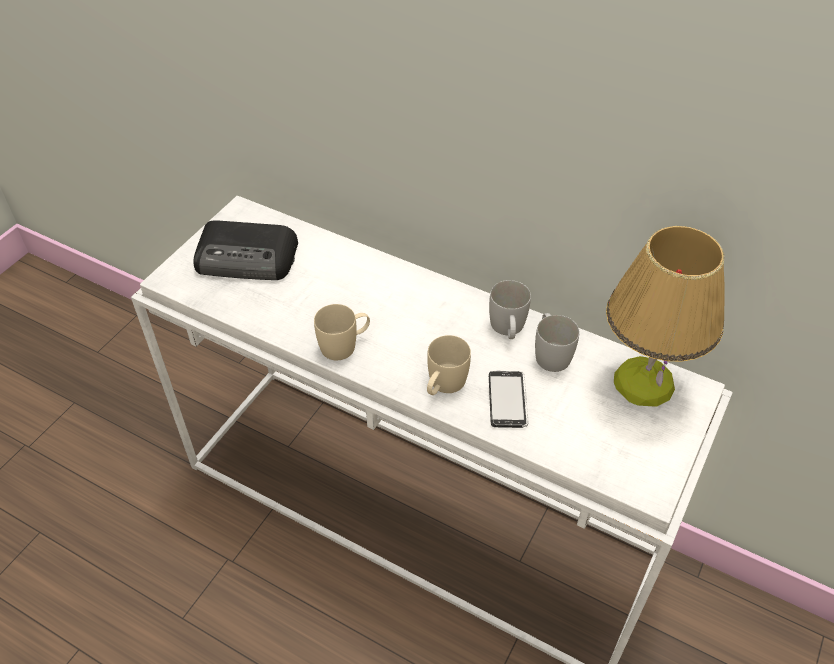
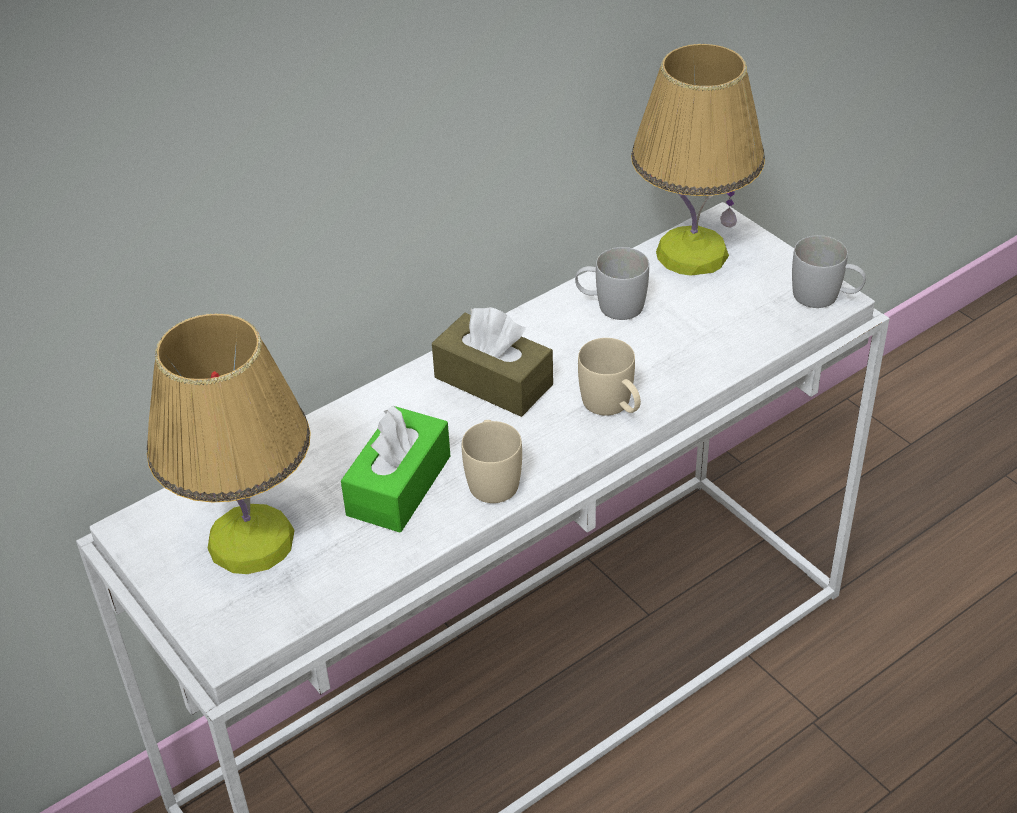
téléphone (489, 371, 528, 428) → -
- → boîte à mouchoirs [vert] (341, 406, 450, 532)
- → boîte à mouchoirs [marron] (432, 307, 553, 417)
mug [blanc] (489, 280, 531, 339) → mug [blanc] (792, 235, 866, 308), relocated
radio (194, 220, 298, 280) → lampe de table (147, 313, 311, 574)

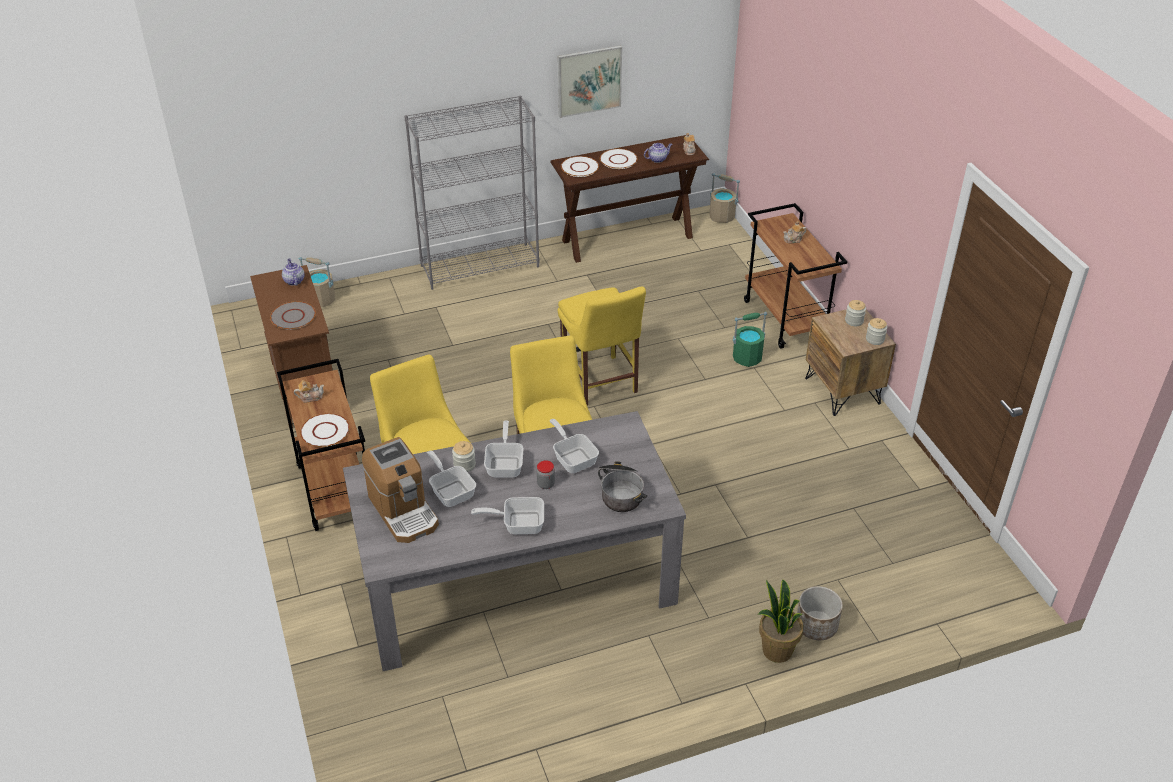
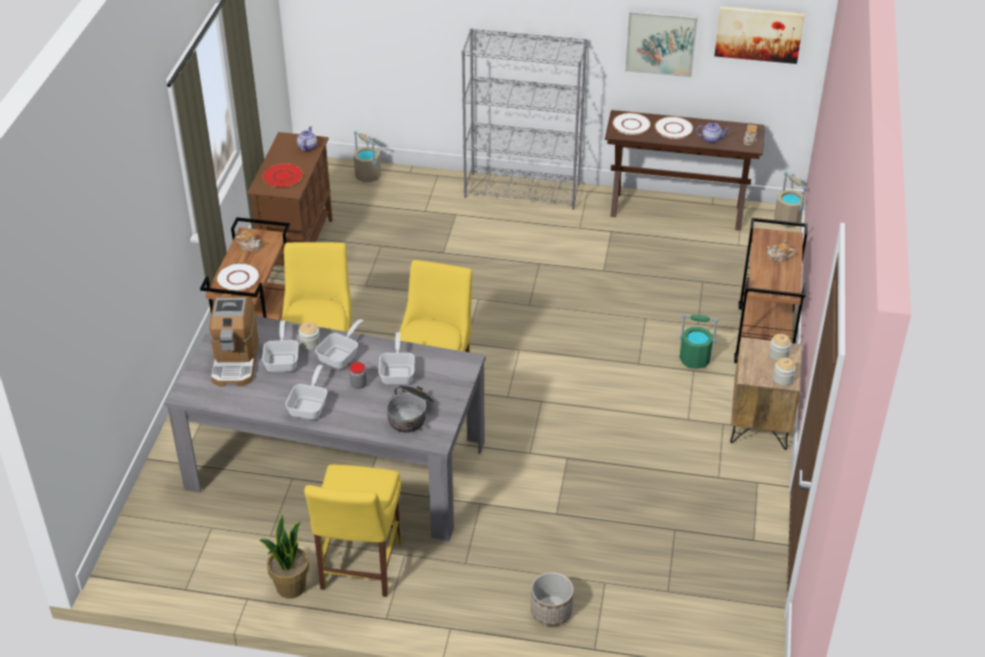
- → tableau (714, 6, 804, 64)
chaise [jaune] (557, 286, 646, 406) → chaise [jaune] (304, 465, 401, 597), relocated
plante en pot (758, 580, 803, 663) → plante en pot (259, 515, 309, 599), relocated
assiette [gris] (270, 301, 316, 330) → assiette [rouge] (262, 163, 303, 188)
poêle (471, 497, 544, 534) → poêle (285, 365, 327, 420), 75 degrees clockwise

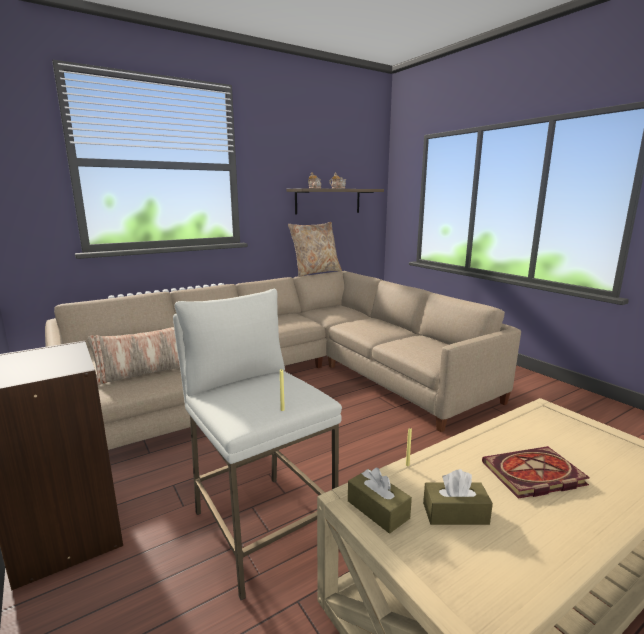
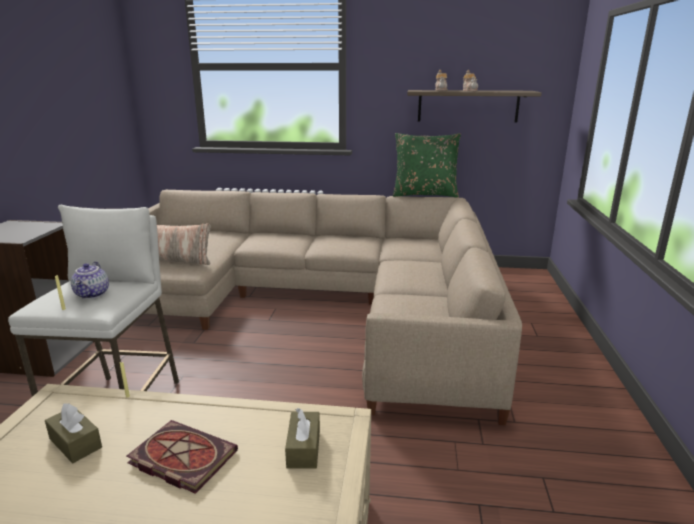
- → théière (71, 261, 109, 299)
boîte à mouchoirs [marron] (348, 468, 412, 534) → boîte à mouchoirs [marron] (285, 408, 320, 468), relocated
coussin [beige] (288, 222, 342, 277) → coussin [vert] (393, 133, 461, 198)

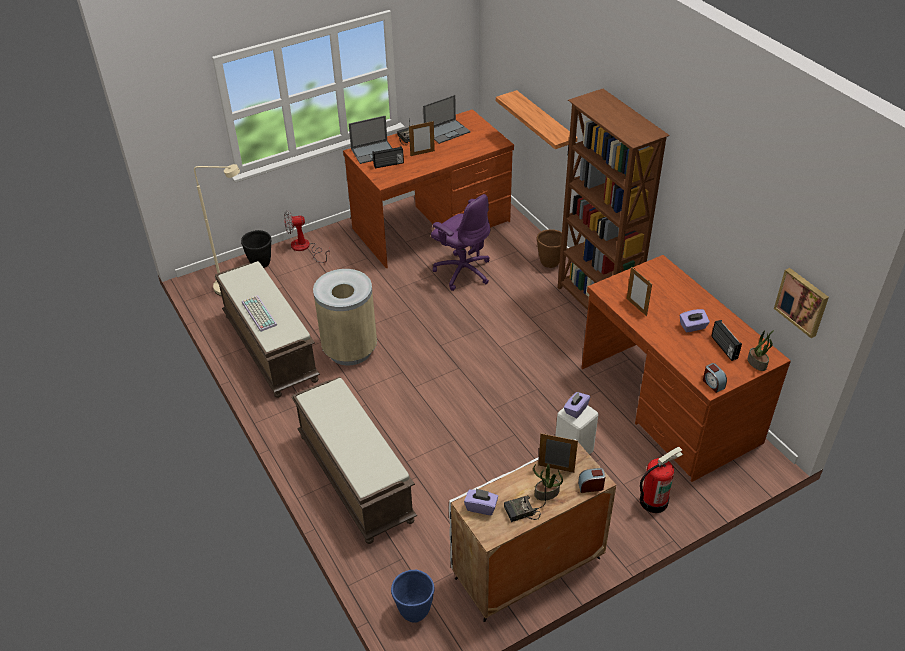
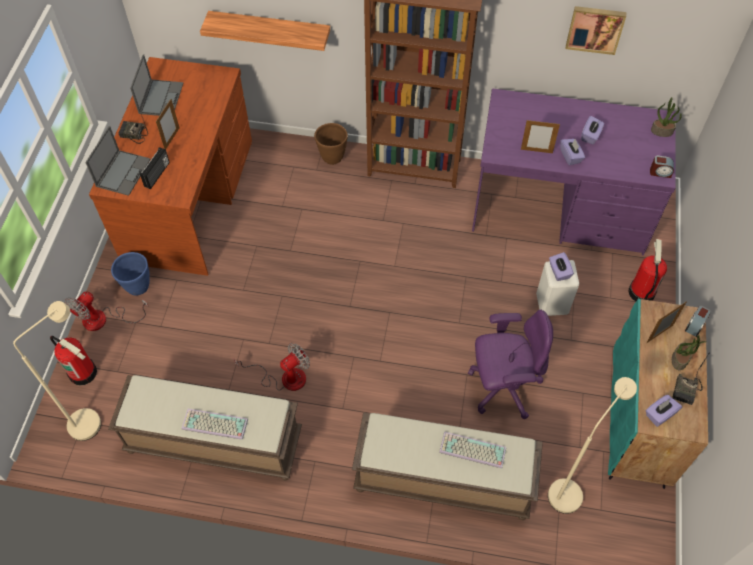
radio (711, 320, 742, 361) → -
- → clavier (439, 432, 506, 468)
- → lampadaire [beige] (548, 377, 637, 514)
- → boîte à mouchoirs [violet] (560, 139, 585, 166)
cache-pot [bleu] (391, 570, 435, 623) → cache-pot [bleu] (111, 252, 150, 295), relocated
chaise de bureau [violet] (431, 194, 490, 291) → chaise de bureau [violet] (468, 310, 553, 419), relocated
tableau (774, 268, 829, 338) → tableau (566, 6, 626, 55), relocated
cache-pot [noir] (241, 230, 271, 268) → extincteur (50, 336, 97, 386)
poubelle [beige] (313, 269, 377, 365) → ventilateur (234, 343, 310, 391)
meuble de rangement [blanc] (449, 439, 616, 622) → meuble de rangement [turquoise] (608, 299, 708, 489)
bureau [marron] (582, 255, 791, 482) → bureau [violet] (472, 88, 676, 256)

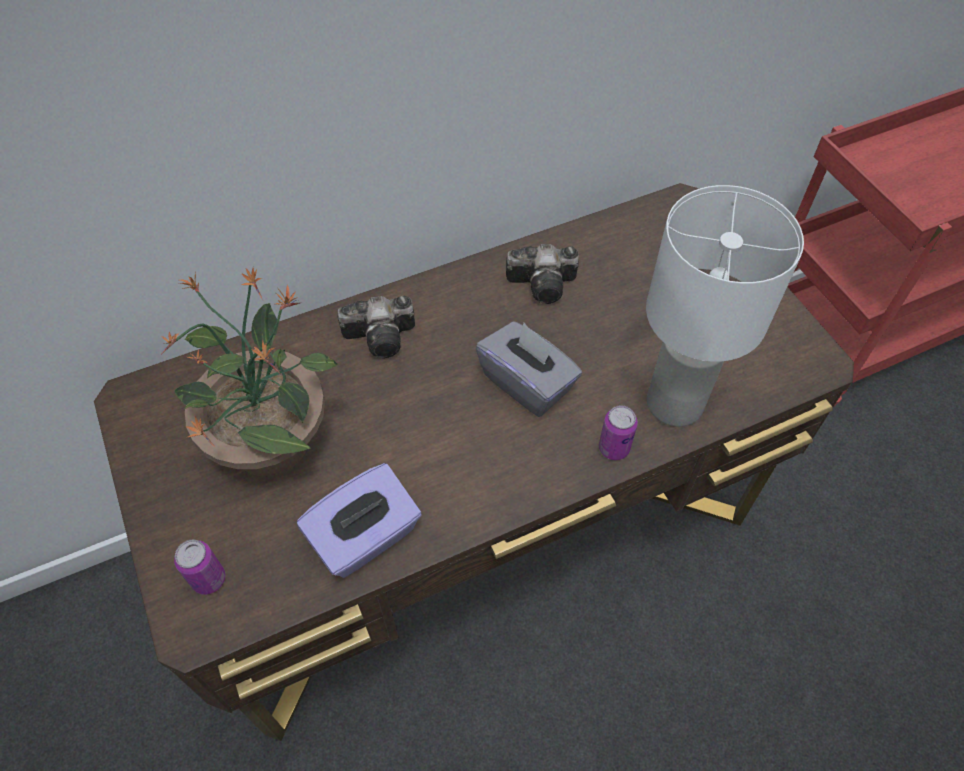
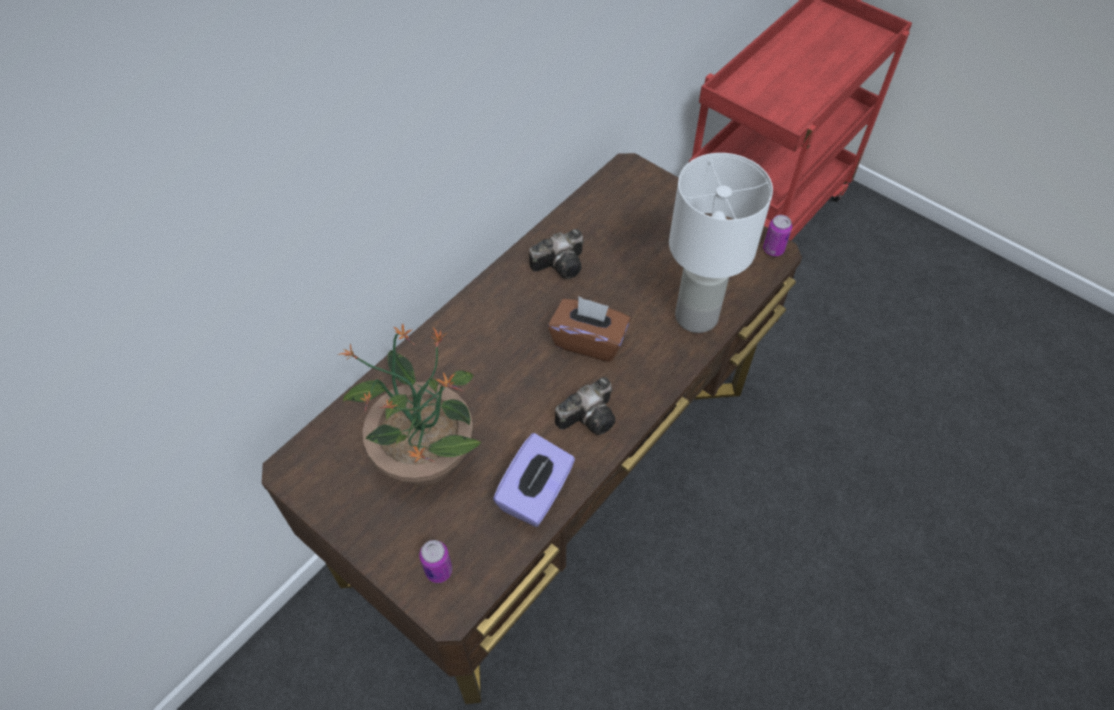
appareil photo (338, 296, 415, 358) → appareil photo (555, 377, 615, 435), relocated
boîte métallique (599, 405, 638, 460) → boîte métallique (763, 215, 792, 256), relocated
boîte à mouchoirs [gris] (476, 321, 582, 417) → boîte à mouchoirs [marron] (548, 296, 630, 362)

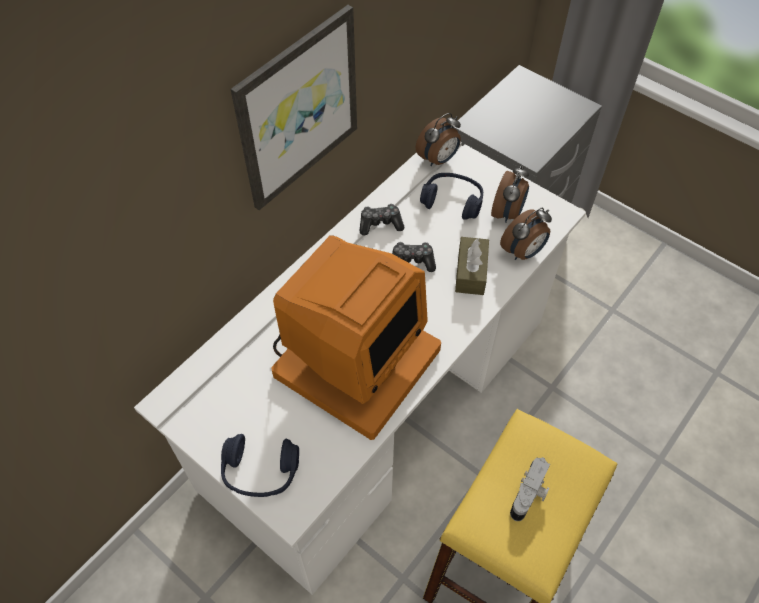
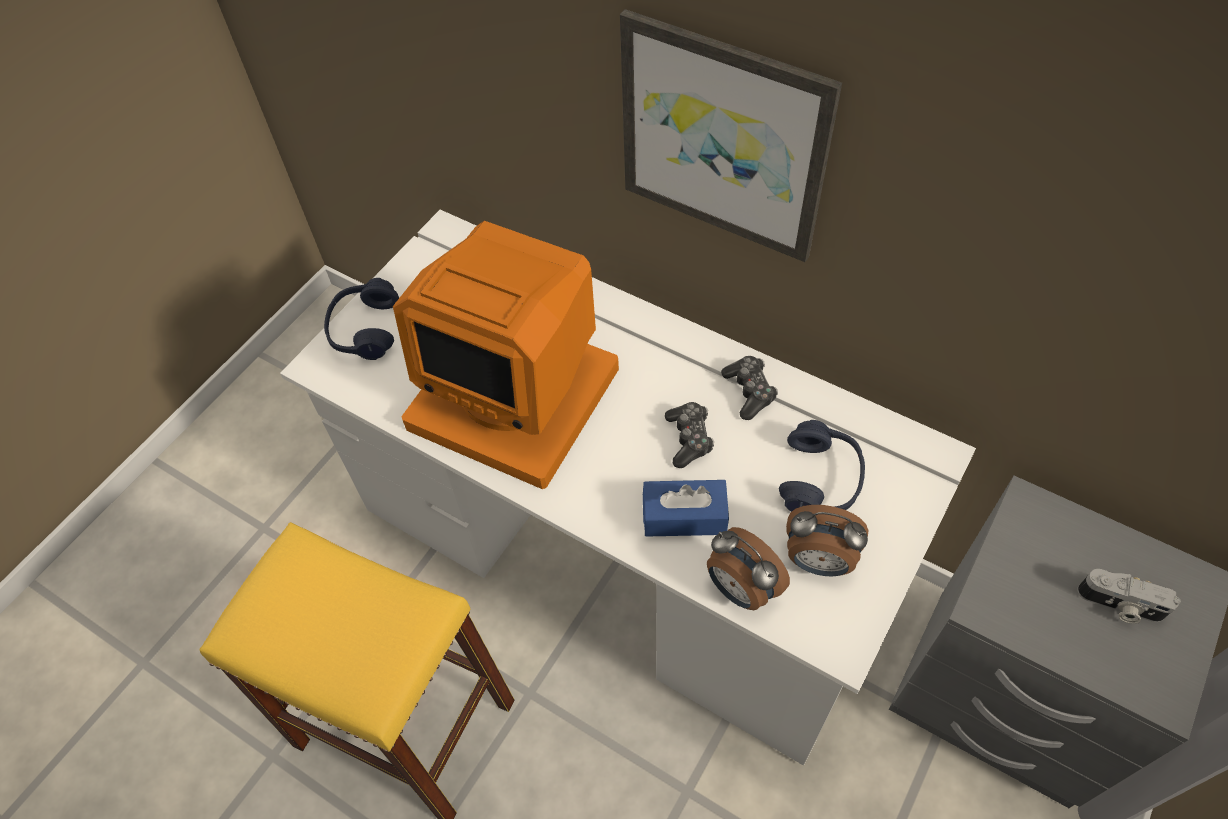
réveil (416, 113, 461, 166) → -
appareil photo (510, 457, 550, 521) → appareil photo (1077, 569, 1181, 624), relocated
boîte à mouchoirs [marron] (455, 237, 489, 295) → boîte à mouchoirs [bleu] (643, 480, 729, 537)

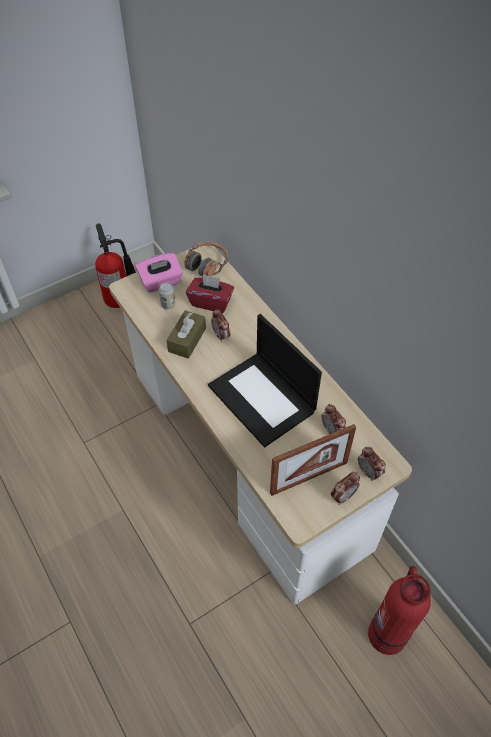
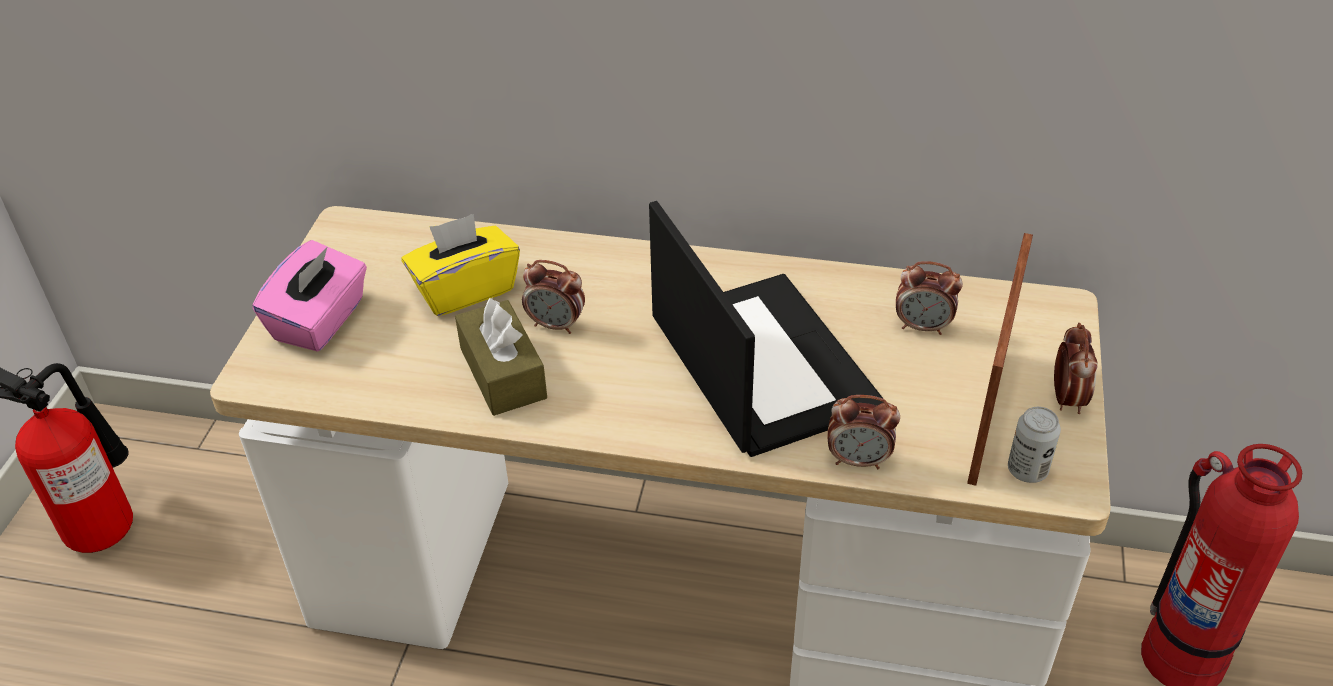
casque audio (185, 242, 228, 276) → -
boîte métallique (159, 282, 175, 309) → boîte métallique (1008, 407, 1061, 483), relocated
réveil (358, 447, 386, 481) → réveil (827, 395, 900, 469), relocated
boîte à mouchoirs [rouge] (186, 274, 234, 313) → boîte à mouchoirs [jaune] (402, 214, 520, 316)
ordinateur portable (208, 314, 322, 448) → ordinateur portable (649, 201, 884, 457), 120 degrees counterclockwise

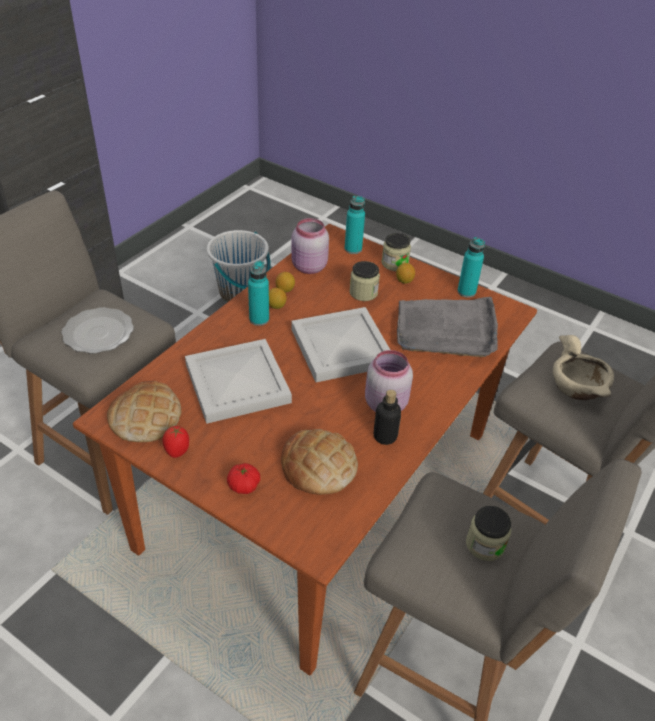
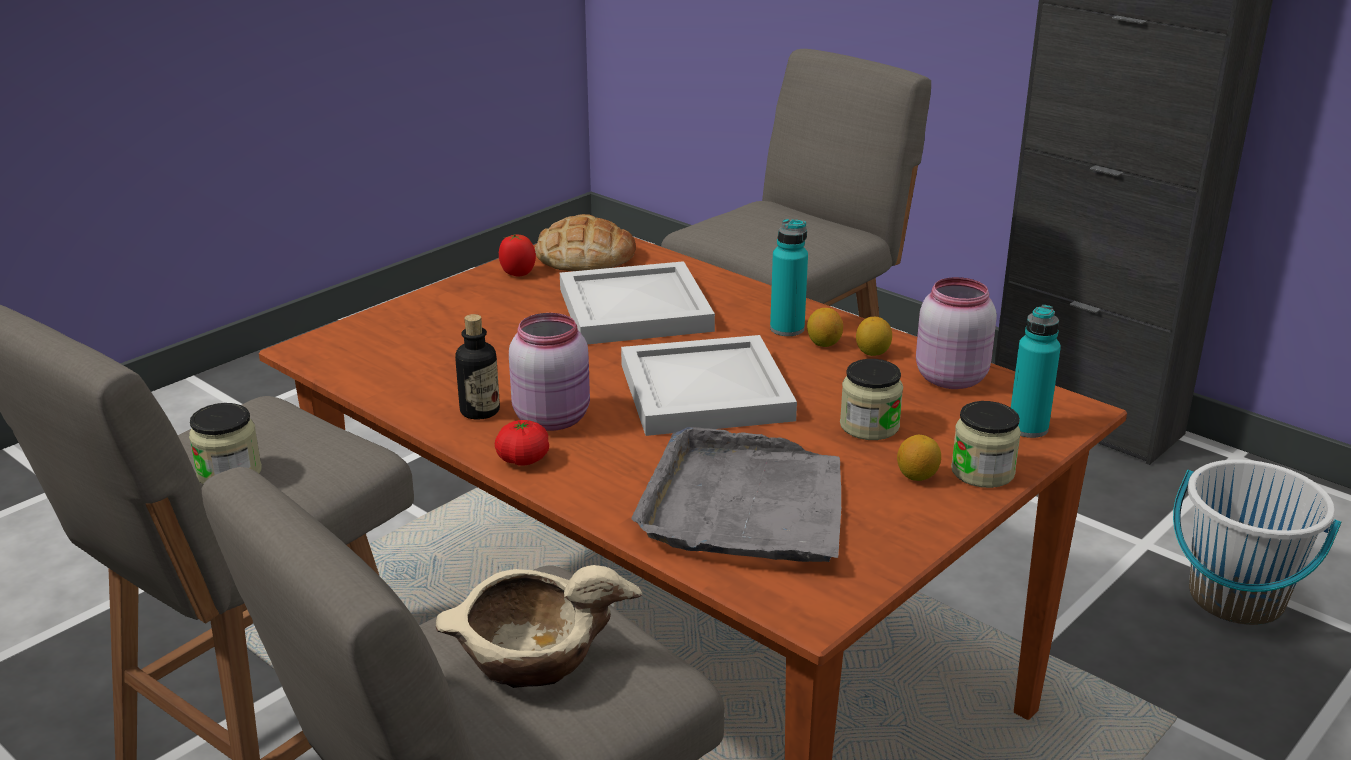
assiette (61, 307, 134, 354) → -
pain (281, 429, 358, 495) → -
bouteille [turquoise] (457, 237, 485, 298) → -
tomate (227, 463, 260, 494) → tomate (495, 420, 549, 466), relocated

